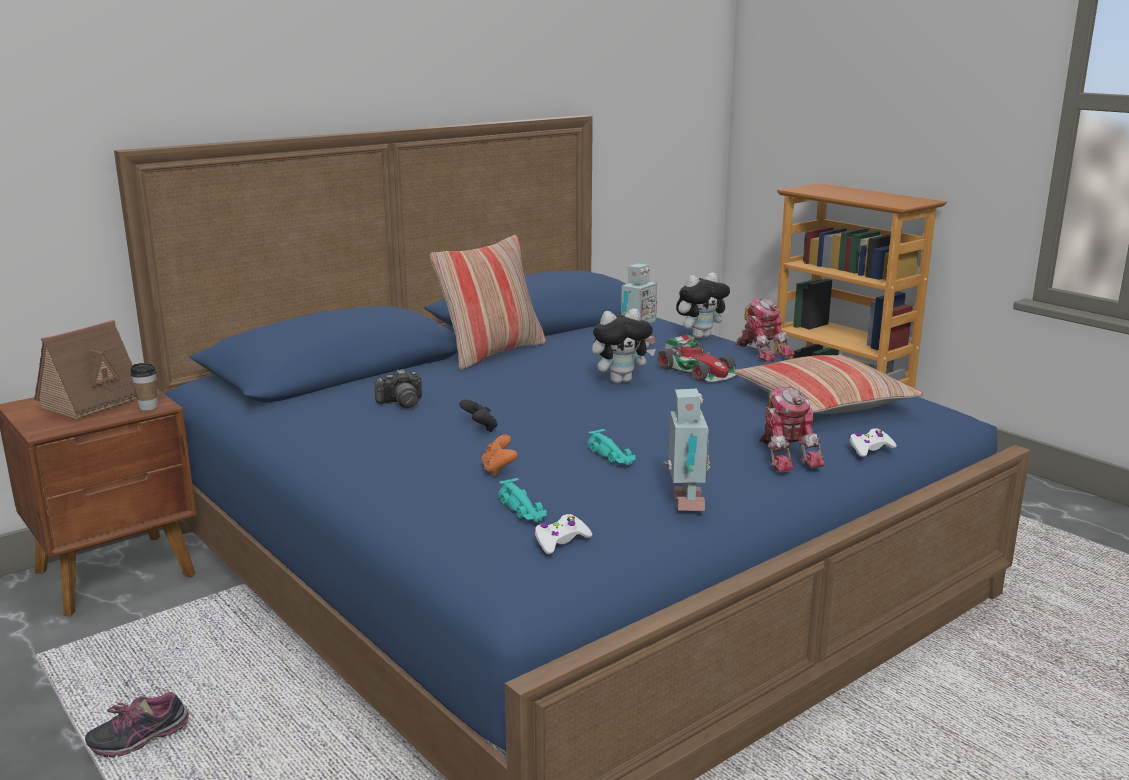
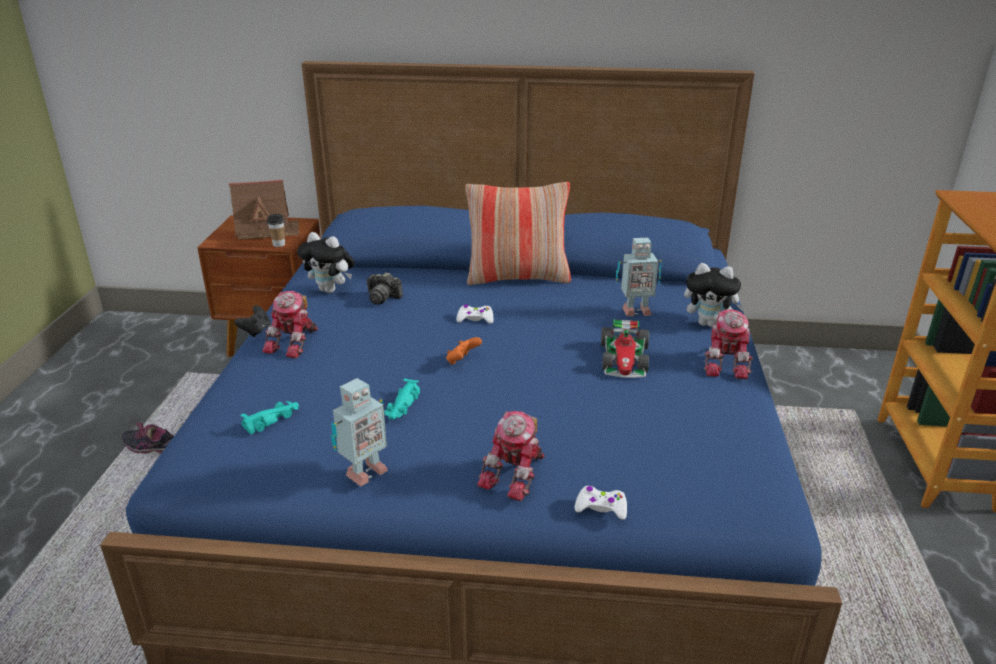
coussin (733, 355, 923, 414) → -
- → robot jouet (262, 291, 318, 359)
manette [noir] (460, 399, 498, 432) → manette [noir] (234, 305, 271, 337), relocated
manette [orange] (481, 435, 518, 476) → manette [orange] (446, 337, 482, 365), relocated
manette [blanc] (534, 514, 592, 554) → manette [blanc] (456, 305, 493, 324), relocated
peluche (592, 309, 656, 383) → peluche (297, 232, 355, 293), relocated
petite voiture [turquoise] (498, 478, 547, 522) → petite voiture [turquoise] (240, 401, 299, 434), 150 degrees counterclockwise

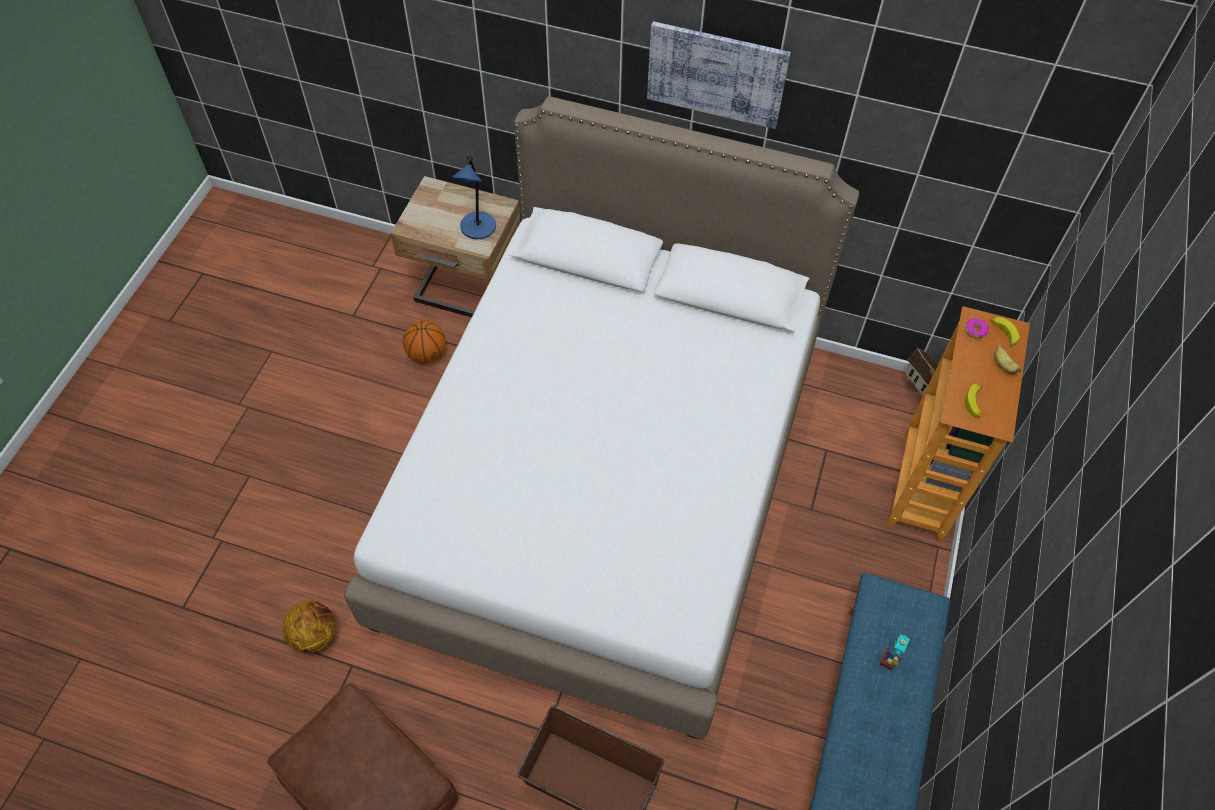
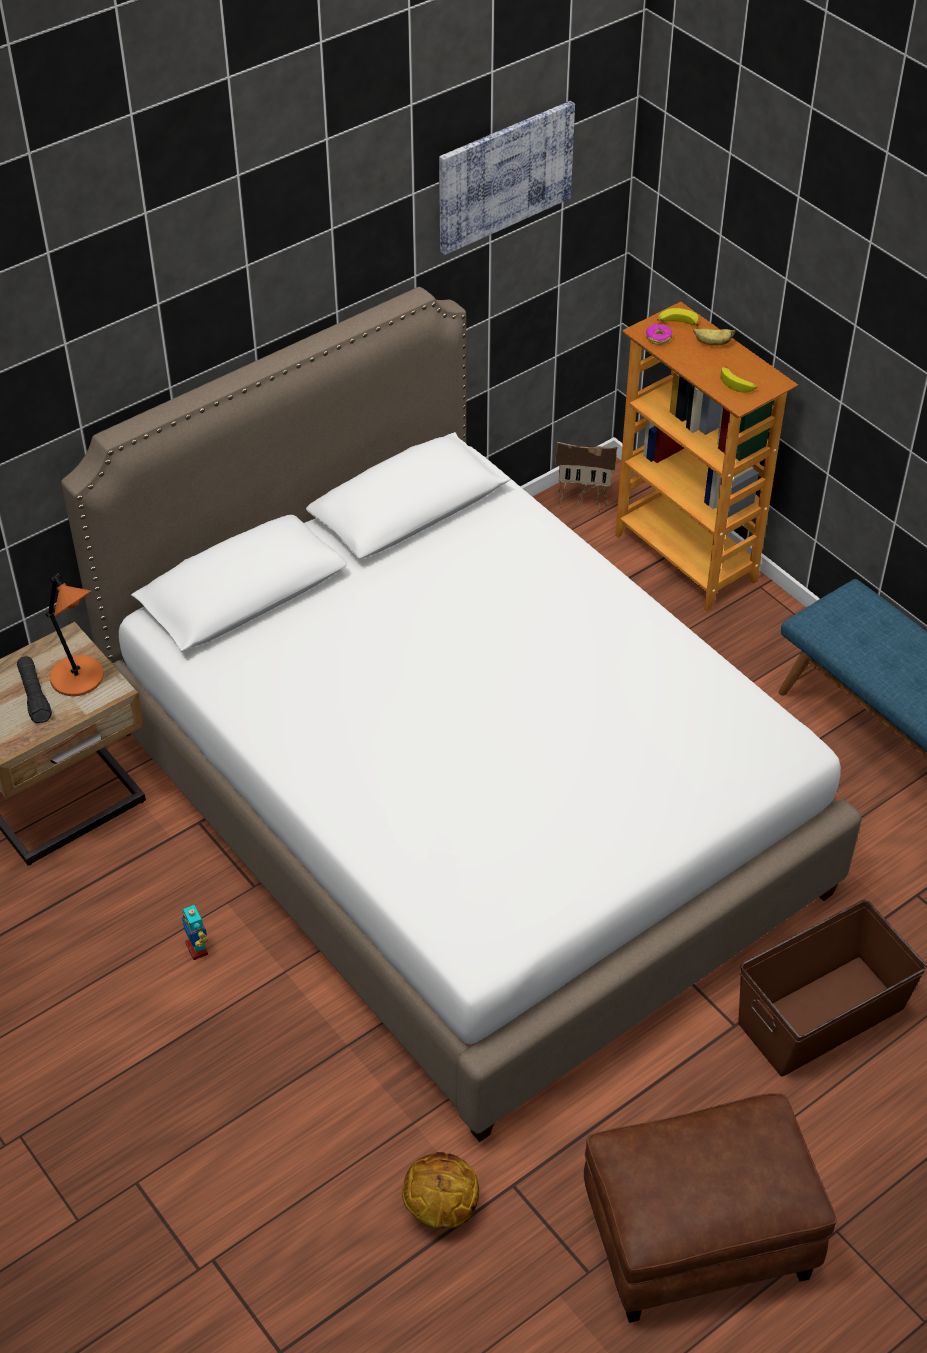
ballon de basket (403, 320, 446, 363) → -
- → lampe de poche [noir] (17, 656, 52, 723)
tableau (647, 21, 791, 129) → tableau (439, 101, 575, 255), relocated
robot jouet (880, 634, 910, 670) → robot jouet (182, 905, 208, 960), relocated
lampe de table [bleu] (452, 156, 496, 239) → lampe de table [orange] (46, 573, 104, 696)

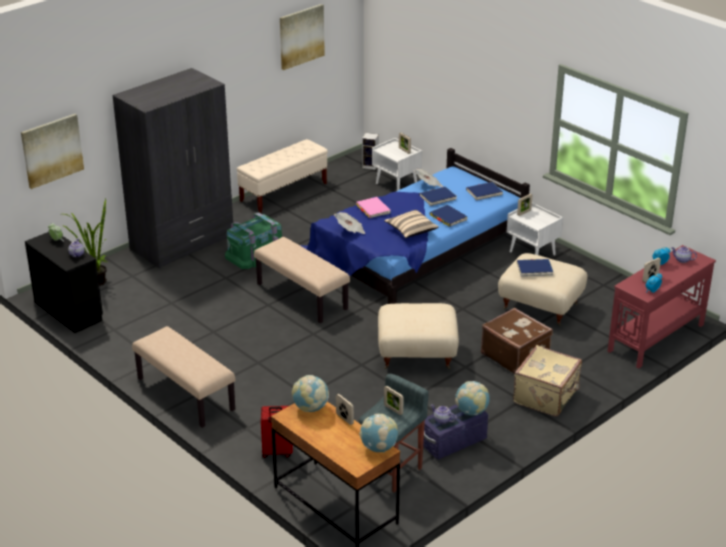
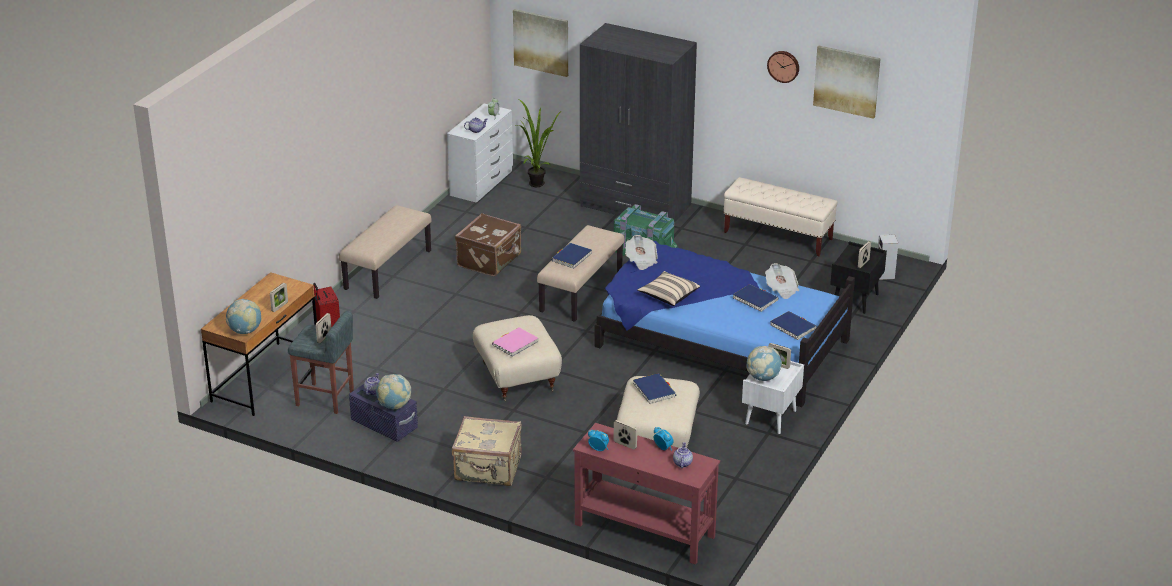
- → horloge murale (767, 51, 799, 83)
globe (292, 375, 329, 412) → globe (747, 346, 782, 381), relocated
livre [rose] (356, 197, 391, 218) → livre [rose] (492, 327, 538, 357), relocated
livre [bleu] (429, 205, 468, 227) → livre [bleu] (551, 243, 592, 269), relocated
valise [marron] (481, 308, 553, 373) → valise [marron] (455, 213, 521, 277), relocated
commode [noir] (25, 232, 103, 333) → commode [blanc] (447, 104, 513, 203)
table de chevet [blanc] (372, 138, 422, 191) → table de chevet [noir] (830, 241, 887, 314)

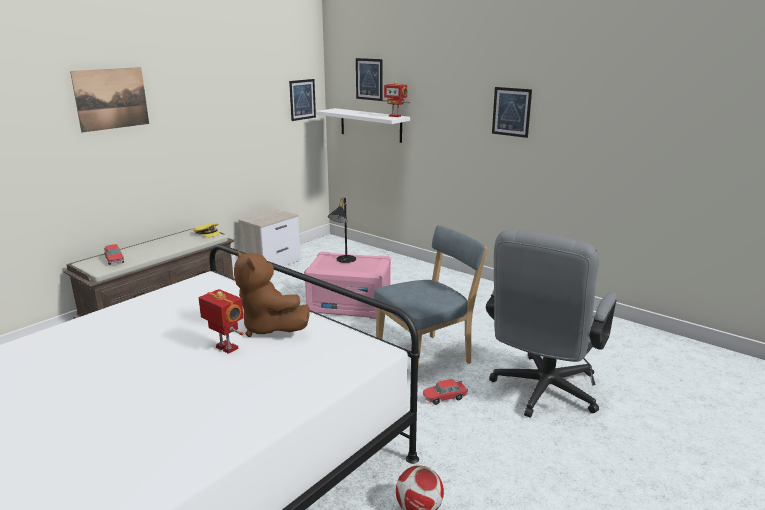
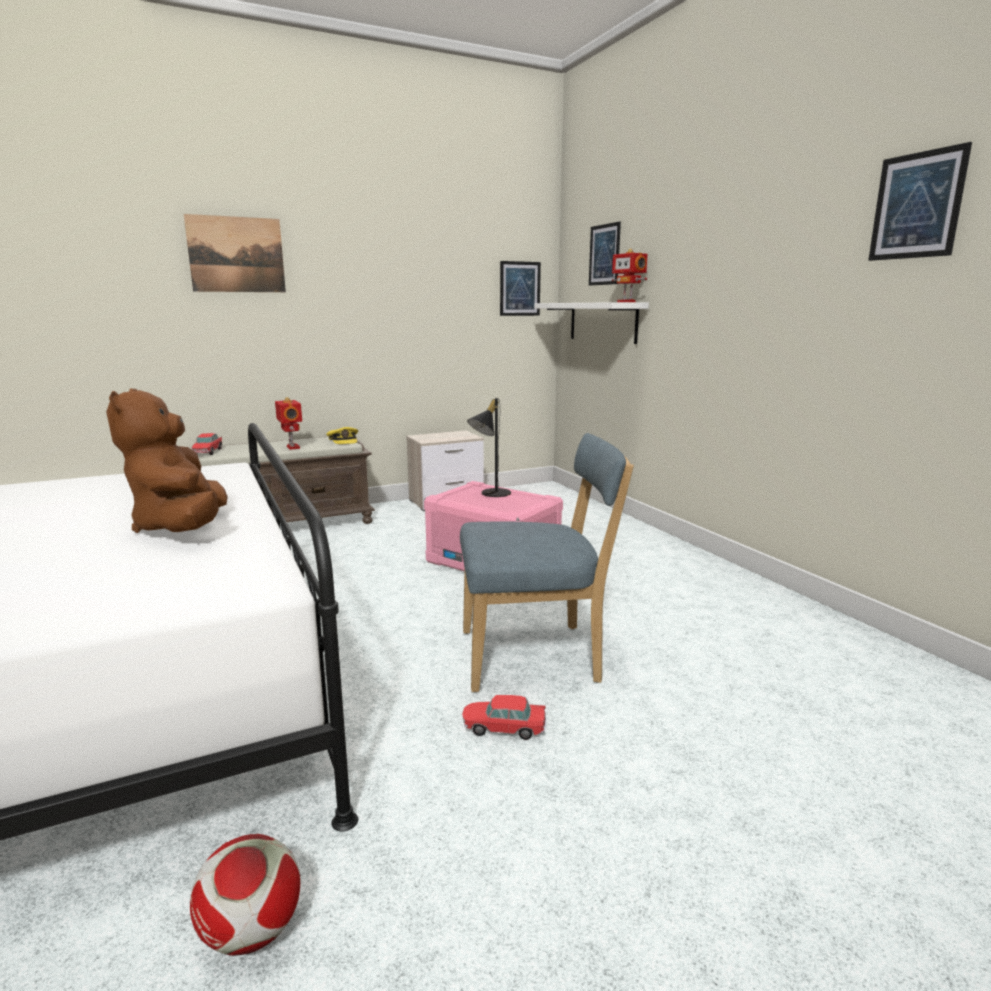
chaise de bureau [gris] (486, 230, 617, 418) → -
robot jouet (199, 289, 244, 354) → robot jouet (275, 397, 302, 450), relocated
tableau (492, 87, 532, 138) → tableau (868, 142, 972, 261), relocated

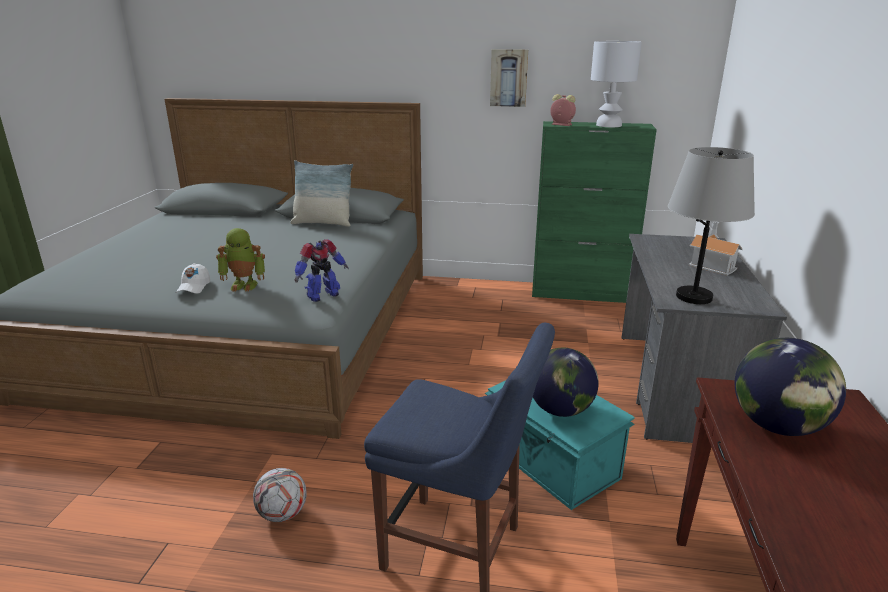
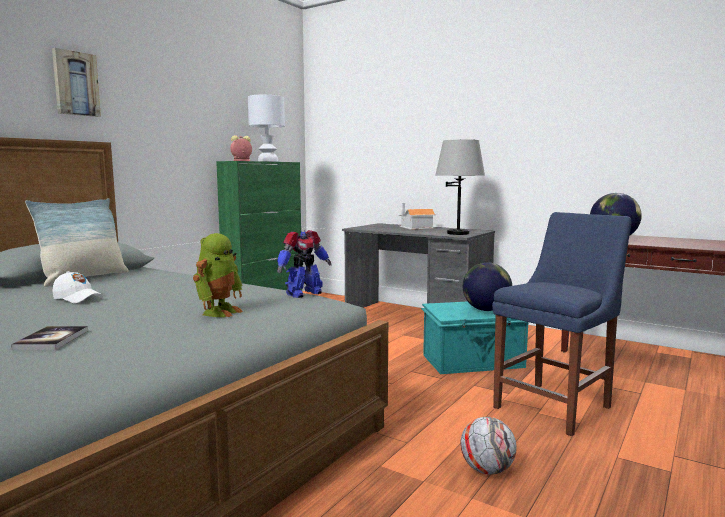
- → livre (11, 326, 88, 350)
casquette [blanc] (176, 263, 210, 293) → casquette [blanc] (52, 271, 103, 304), relocated
tableau (490, 49, 528, 107) → tableau (52, 48, 101, 117), relocated
robot jouet (295, 239, 349, 302) → robot jouet (277, 230, 332, 298), 60 degrees clockwise

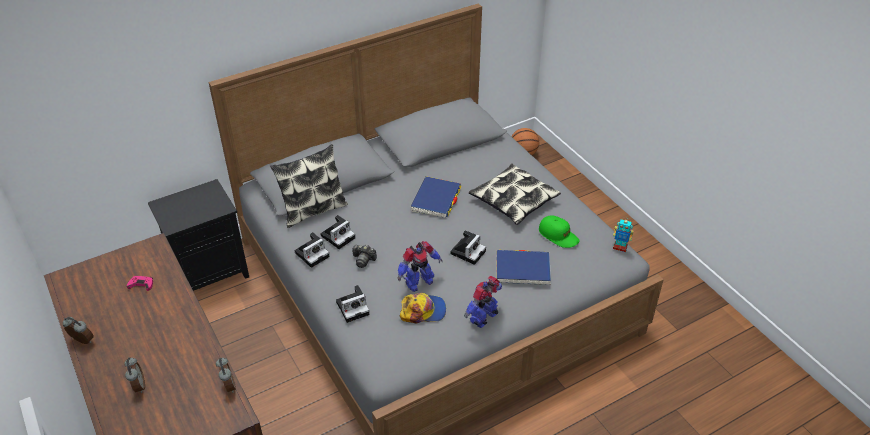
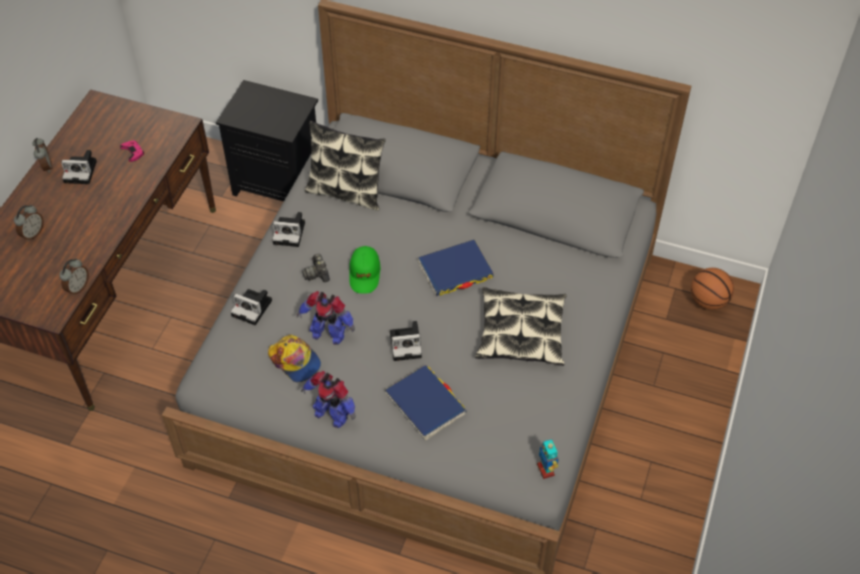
appareil photo (321, 215, 355, 249) → appareil photo (61, 150, 97, 184), relocated
casquette [vert] (539, 215, 579, 248) → casquette [vert] (349, 246, 380, 294), relocated
robot jouet (464, 276, 502, 328) → robot jouet (301, 371, 356, 428), 150 degrees counterclockwise

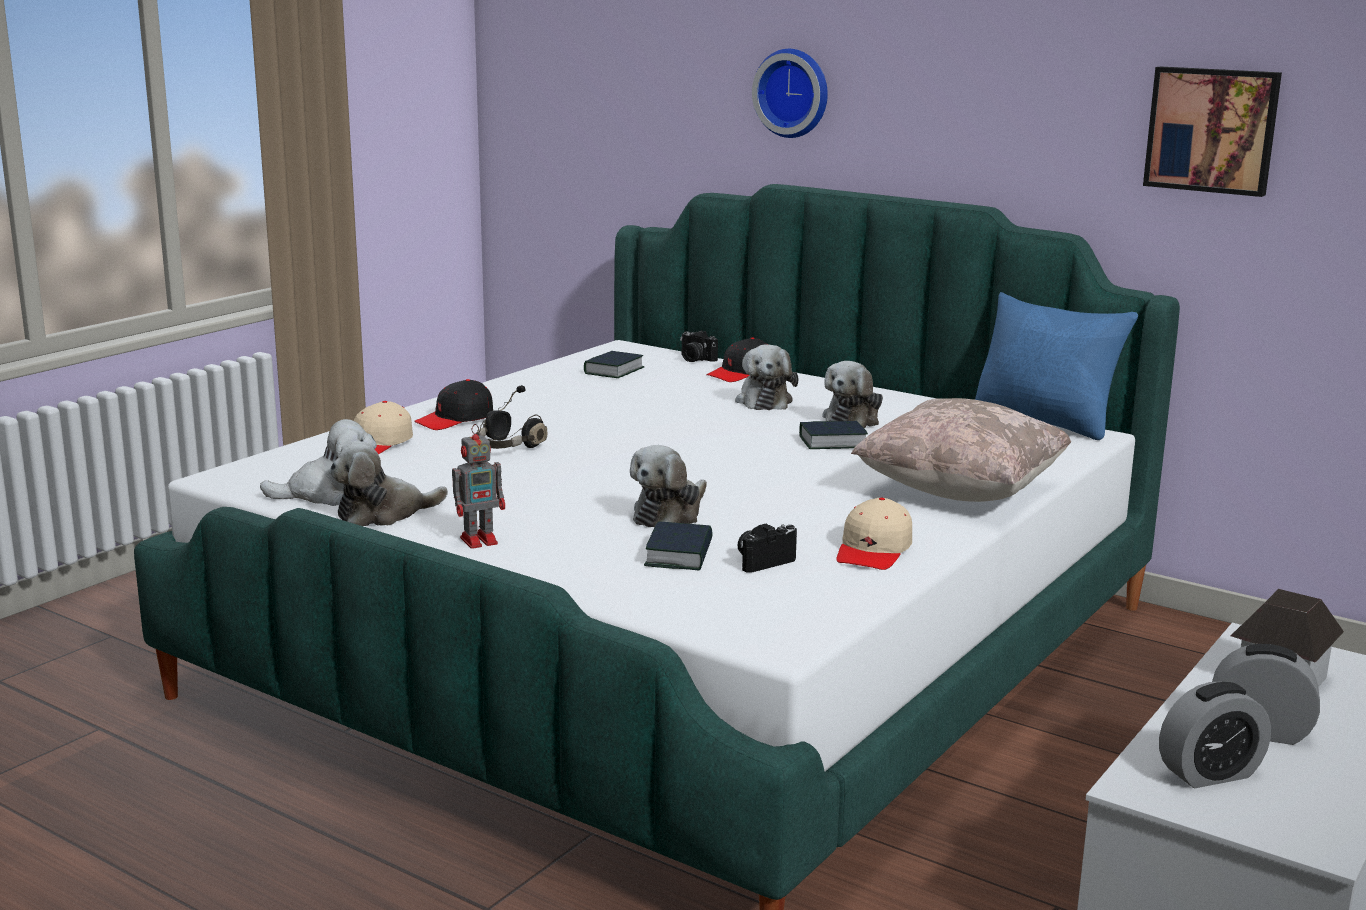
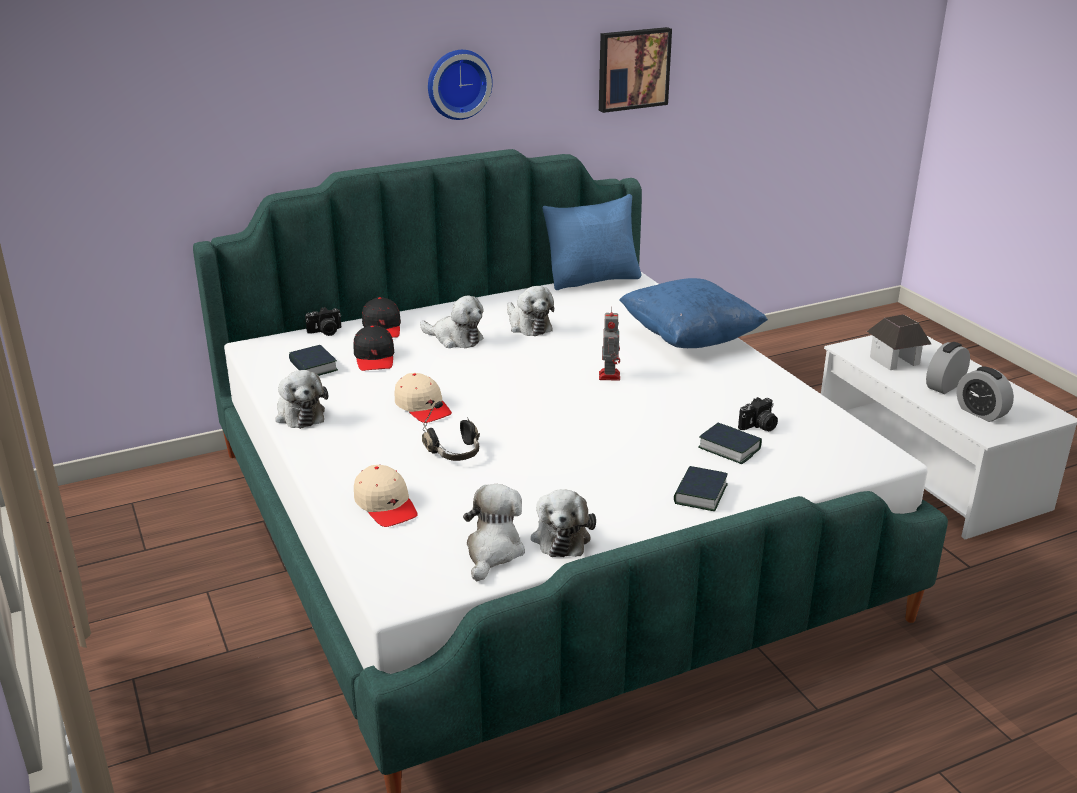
casquette [noir] (414, 379, 493, 430) → casquette [noir] (353, 325, 394, 371), relocated
robot jouet (452, 424, 505, 549) → robot jouet (599, 309, 620, 381), relocated
peluche (630, 445, 707, 527) → peluche (275, 370, 328, 429), relocated
horloge murale (752, 49, 828, 138) → horloge murale (428, 50, 493, 120), relocated
livre (799, 421, 868, 449) → livre (674, 466, 728, 511), relocated
casquette [beige] (836, 498, 912, 570) → casquette [beige] (395, 373, 452, 423), relocated
coussin [beige] (851, 398, 1071, 502) → coussin [bleu] (619, 278, 768, 348)
appareil photo (738, 523, 797, 573) → appareil photo (738, 397, 778, 431), 120 degrees counterclockwise
réveil (1159, 682, 1271, 788) → réveil (957, 366, 1014, 422), 135 degrees clockwise

